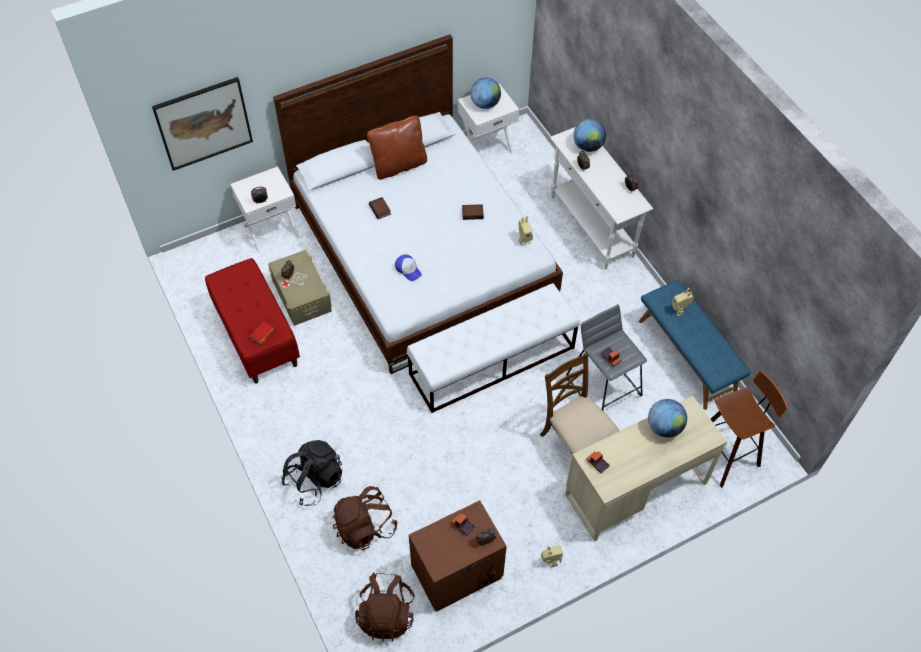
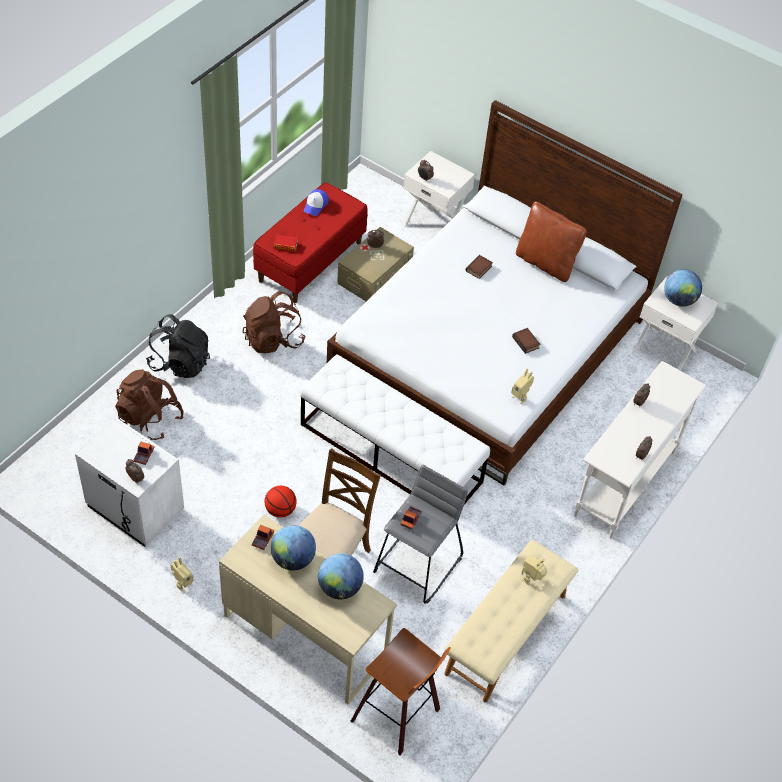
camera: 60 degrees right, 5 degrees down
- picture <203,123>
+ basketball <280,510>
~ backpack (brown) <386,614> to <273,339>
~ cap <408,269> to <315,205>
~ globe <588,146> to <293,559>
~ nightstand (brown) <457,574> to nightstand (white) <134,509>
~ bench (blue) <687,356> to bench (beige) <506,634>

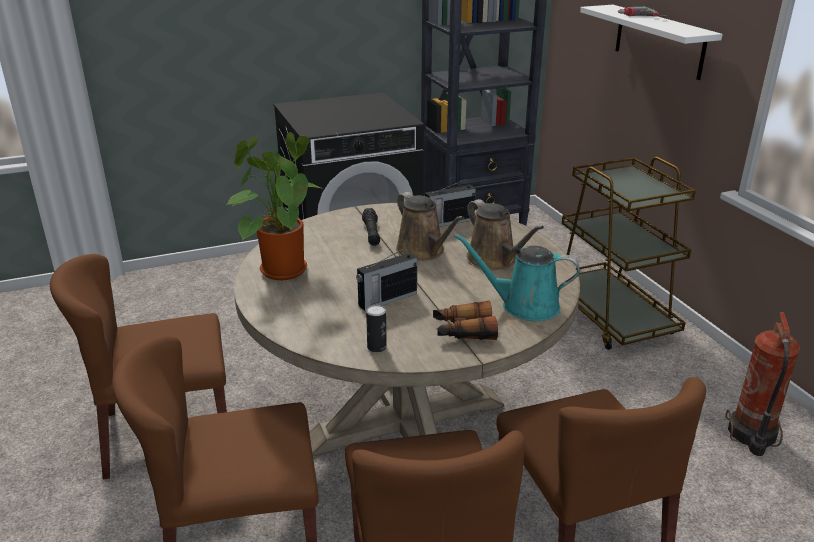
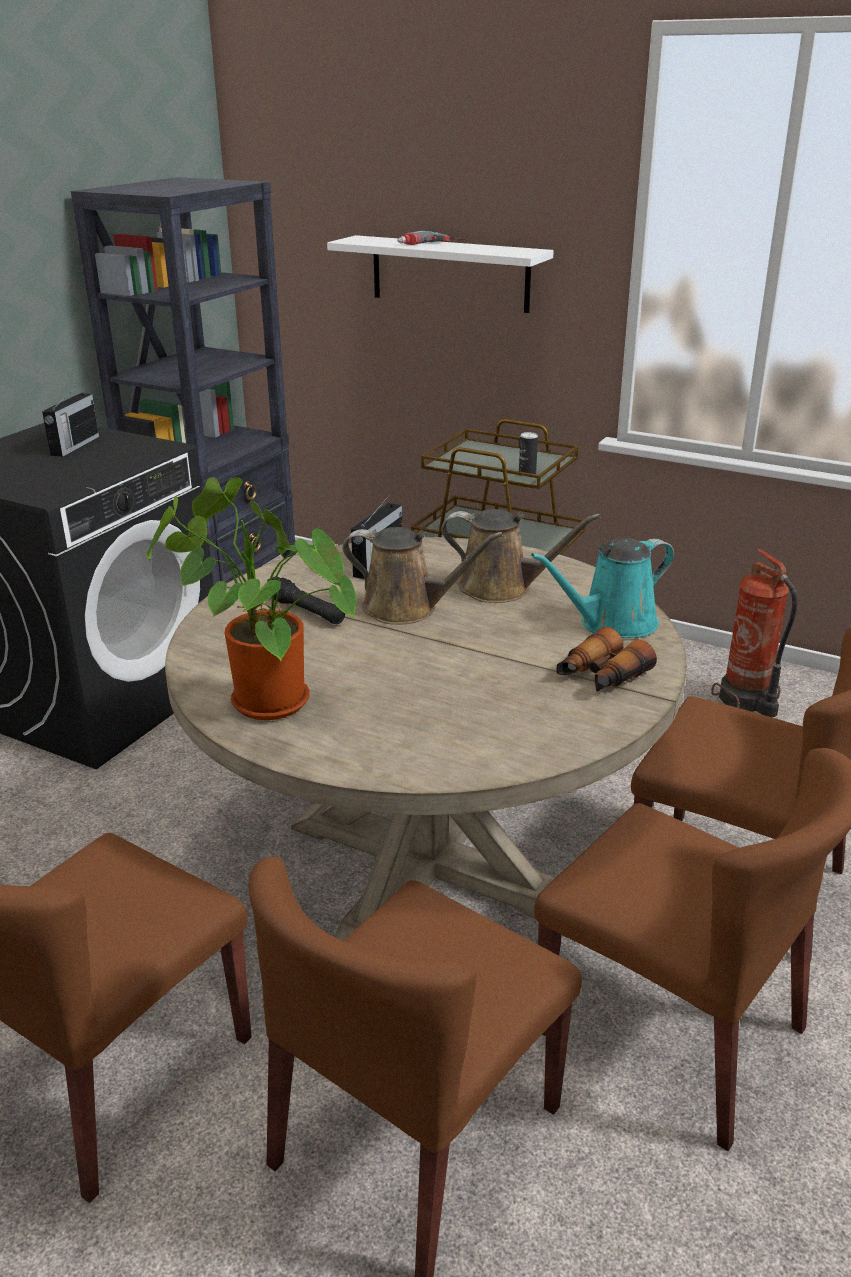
camera: 40 degrees left, 0 degrees up
~ radio <386,299> to <74,446>
~ can <376,347> to <527,473>

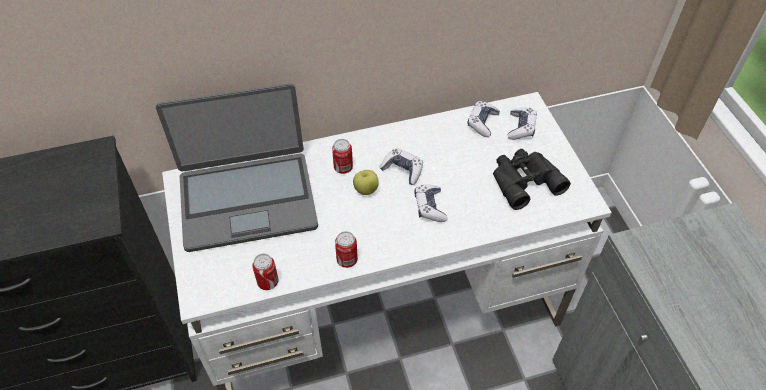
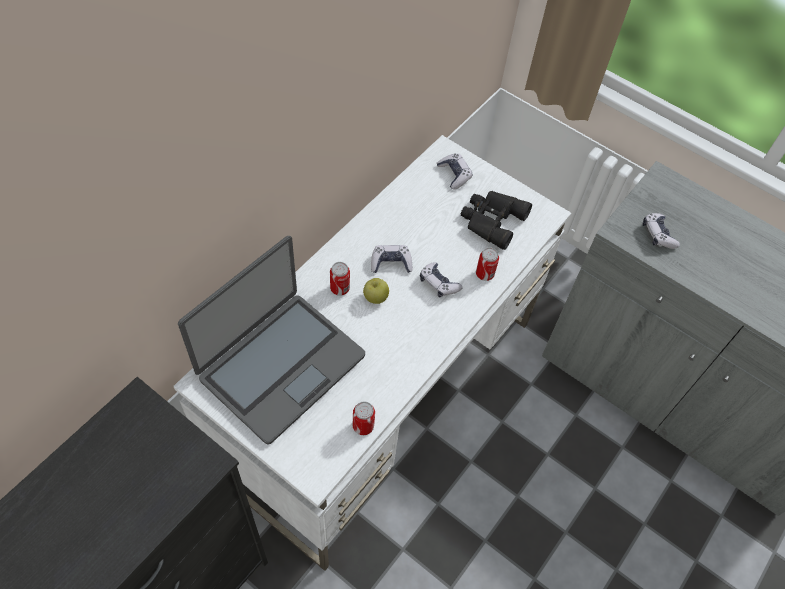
camera: 40 degrees left, 5 degrees up
~ can <347,260> to <484,274>
~ game controller <482,123> to <658,234>

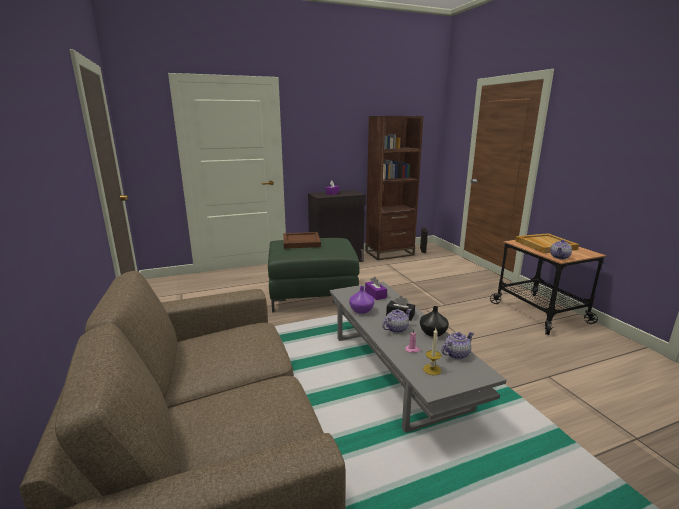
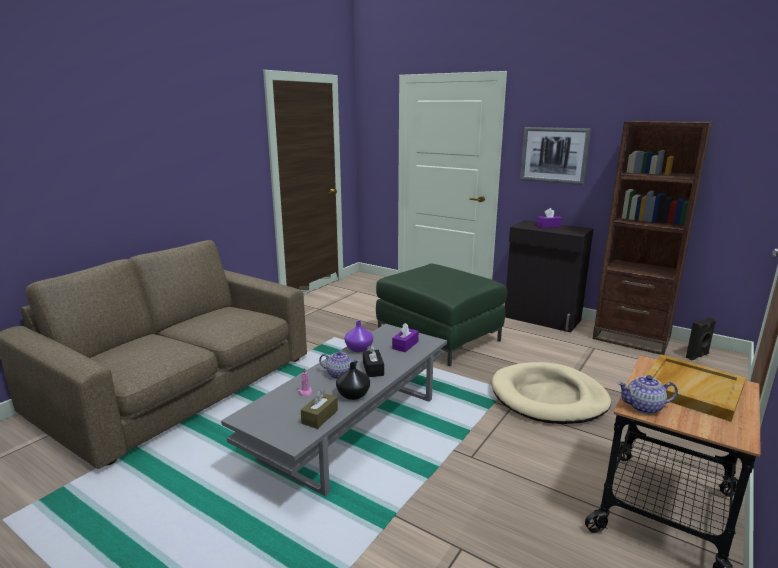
camera: 55 degrees right, 0 degrees up
- tray (brown) <301,242>
- candle <432,369>
+ dog bed (beige) <548,397>
+ picture <554,155>
~ teapot <456,354> to tissue box (brown) <320,417>

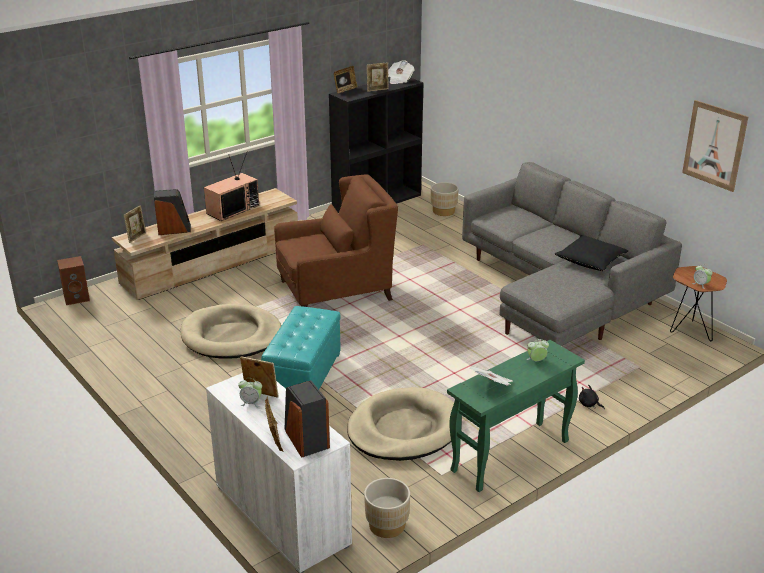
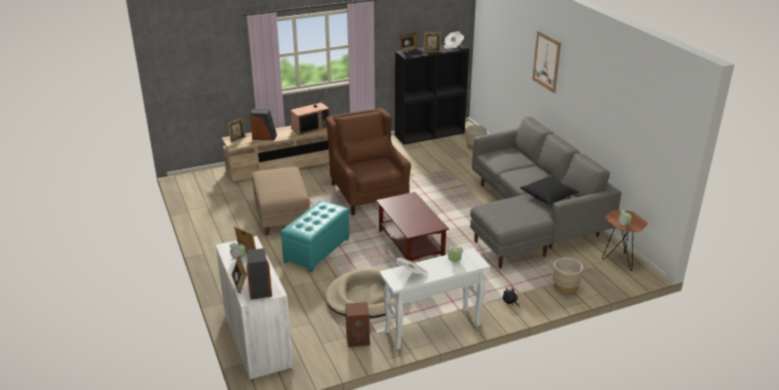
camera: 15 degrees right, 0 degrees up
+ coffee table (brown) <411,245>
~ speaker (brown) <77,297> to <358,339>
~ planter (beige) <387,525> to <565,287>
~ picture <714,145> to <546,61>
~ dog bed (beige) <231,336> to ottoman (beige) <282,216>
~ console table (green) <510,457> to console table (white) <432,329>
~ armchair (brown) <335,291> = <368,194> 105 degrees counterclockwise

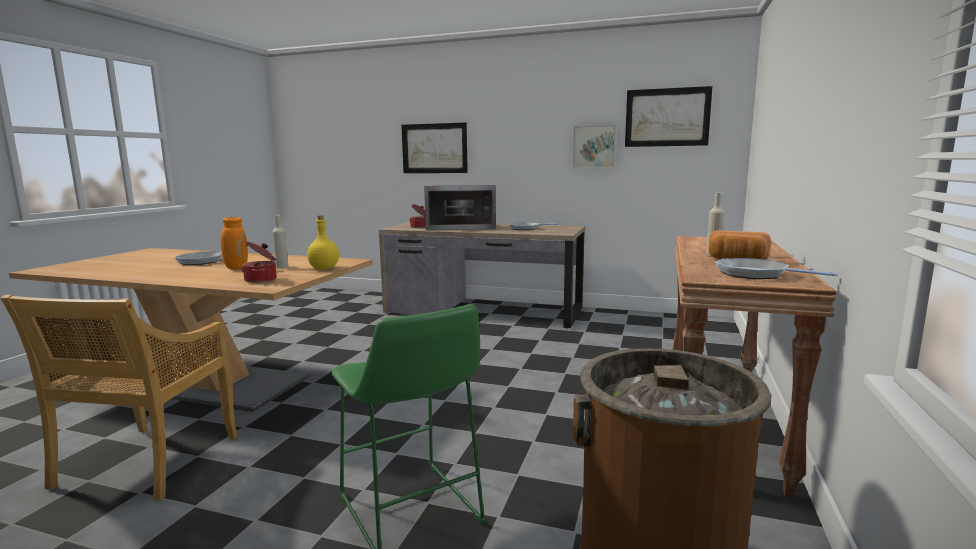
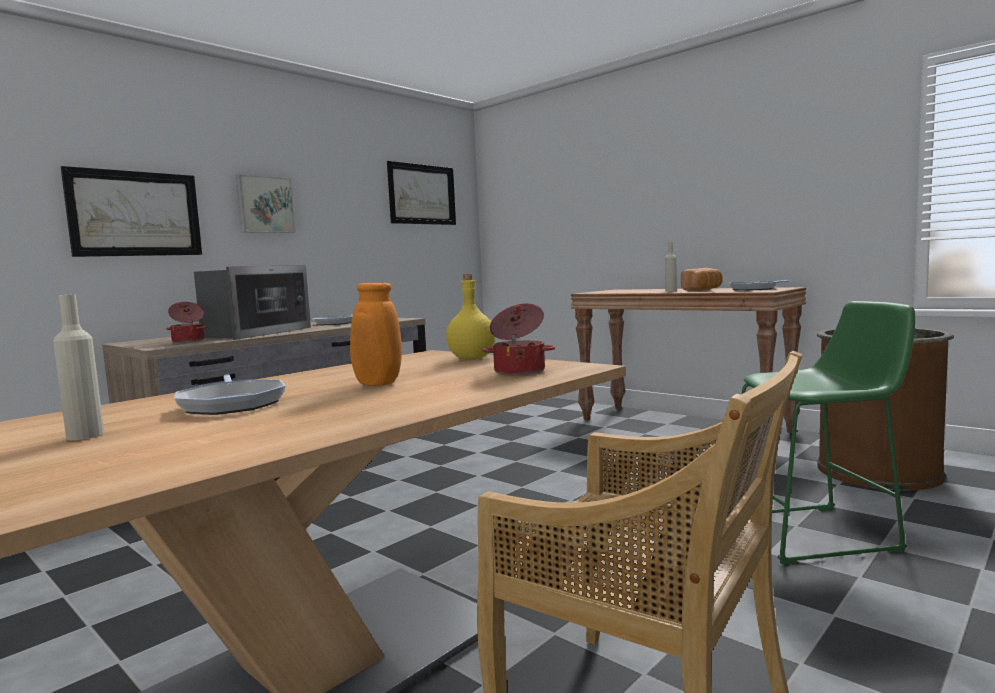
camera: 65 degrees left, 5 degrees down
~ bottle (beige) <282,267> to <85,435>
~ picture <594,146> to <265,205>

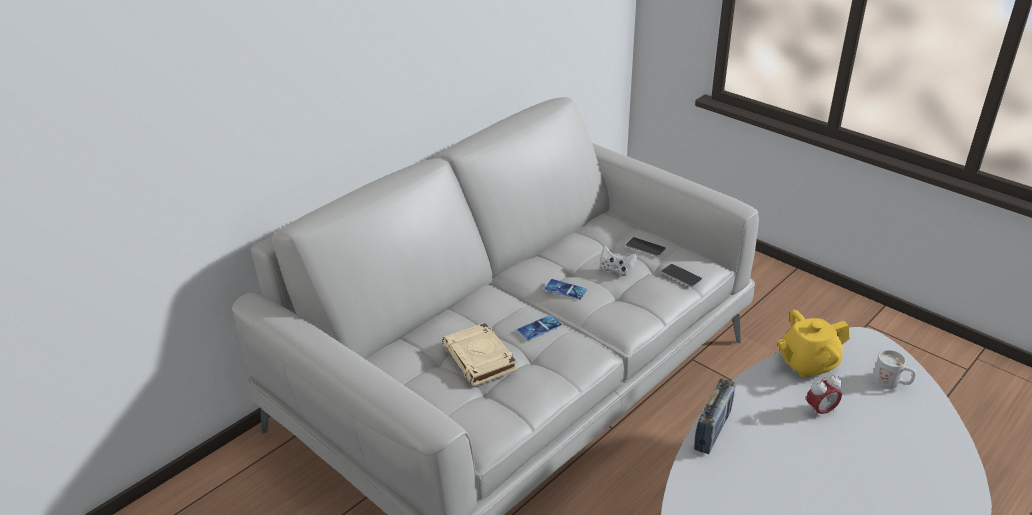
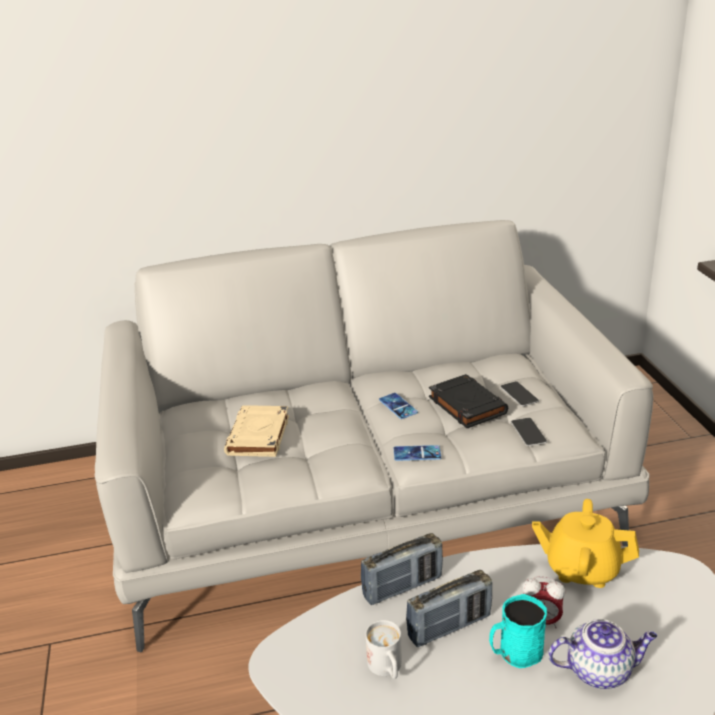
camera: 35 degrees right, 5 degrees down
+ radio <449,627>
+ mug (turquoise) <515,653>
+ teapot <600,670>
~ phone <539,328> to <417,453>
~ mug (white) <891,383> to <387,668>
~ game controller (white) <616,270> to book (black) <466,405>

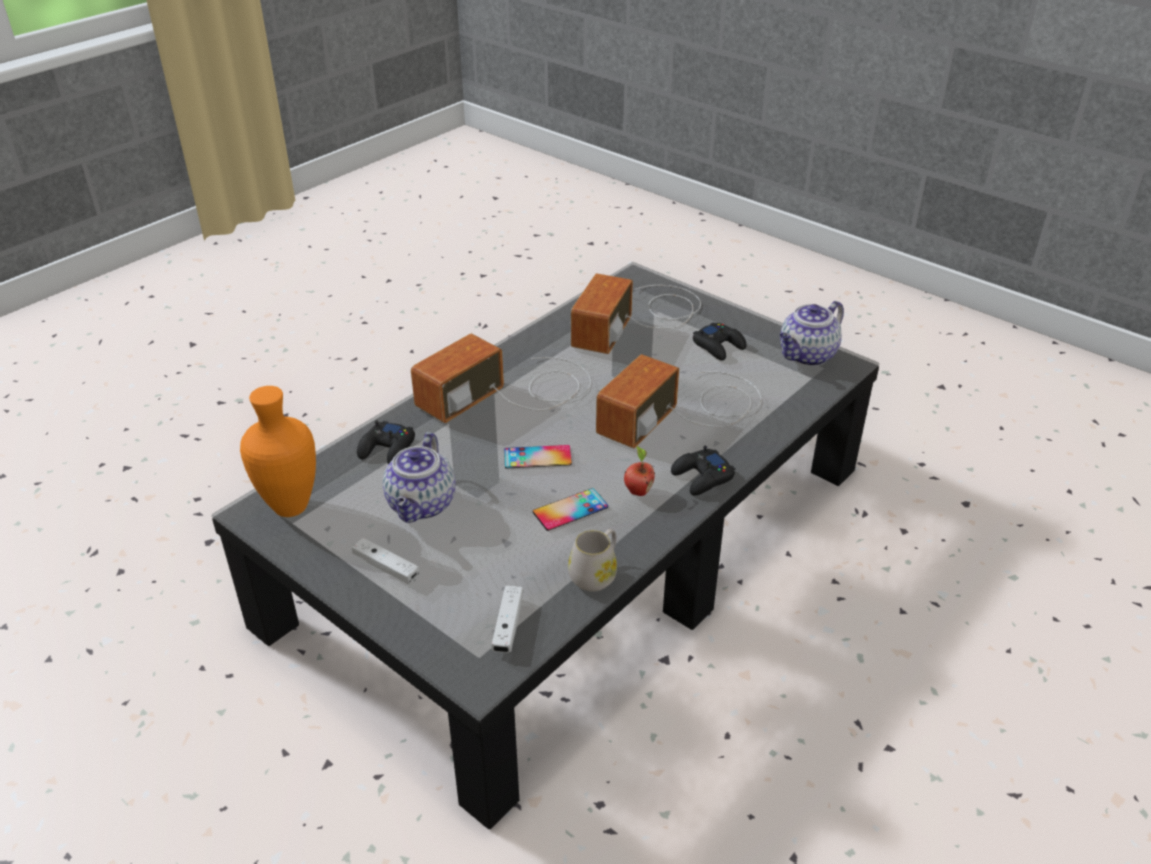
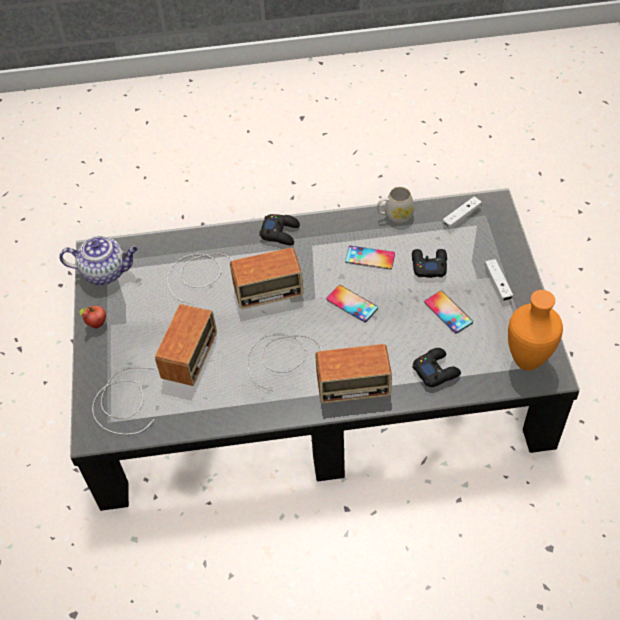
camera: 135 degrees left, 15 degrees up
~ apple <637,491> to <96,324>
~ game controller (black) <719,346> to <428,265>
~ teapot <422,506> to phone <448,312>
~ radio <640,318> = <152,380> 45 degrees counterclockwise

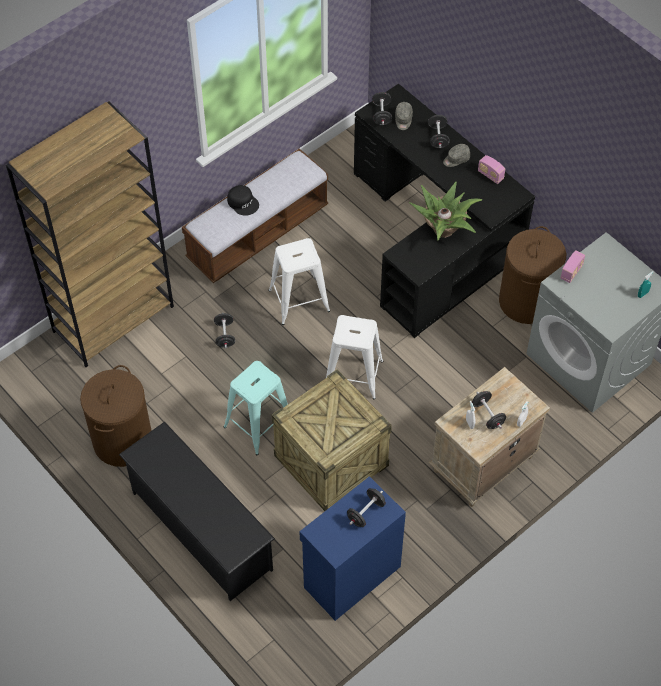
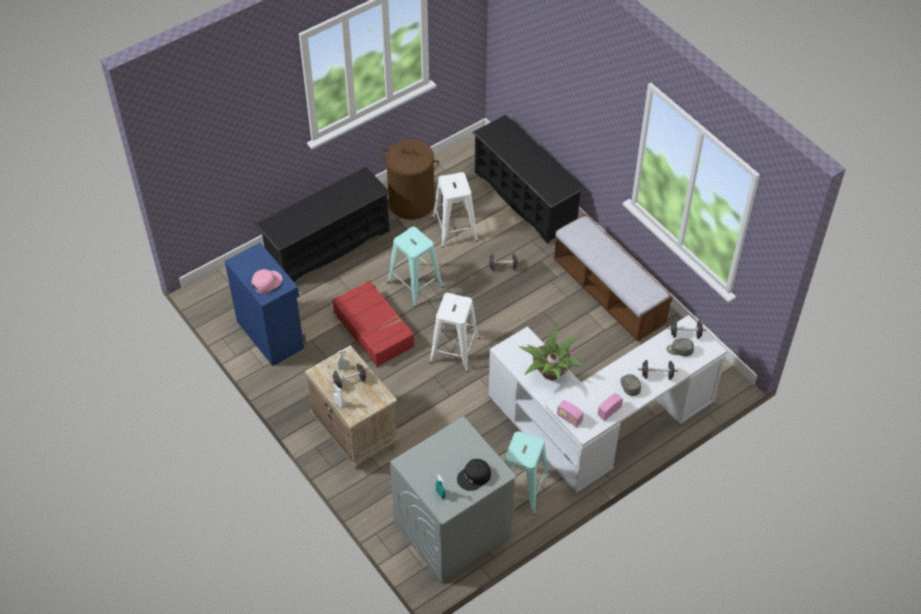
camera: 95 degrees right, 5 degrees down
~ cap (black) <243,202> to <474,477>
~ stool (white) <299,300> to <455,228>
~ radio <571,272> to <569,418>
~ bookcase (brown) <113,318> to shoe rack (black) <525,198>
~ crate <331,461> to suitcase (red) <374,329>
~ dumbbell (black) <366,512> to cap (pink) <266,282>
~ laundry basket (brown) <527,301> to stool (turquoise) <522,488>
~ desk (black) <435,238> to desk (white) <599,424>

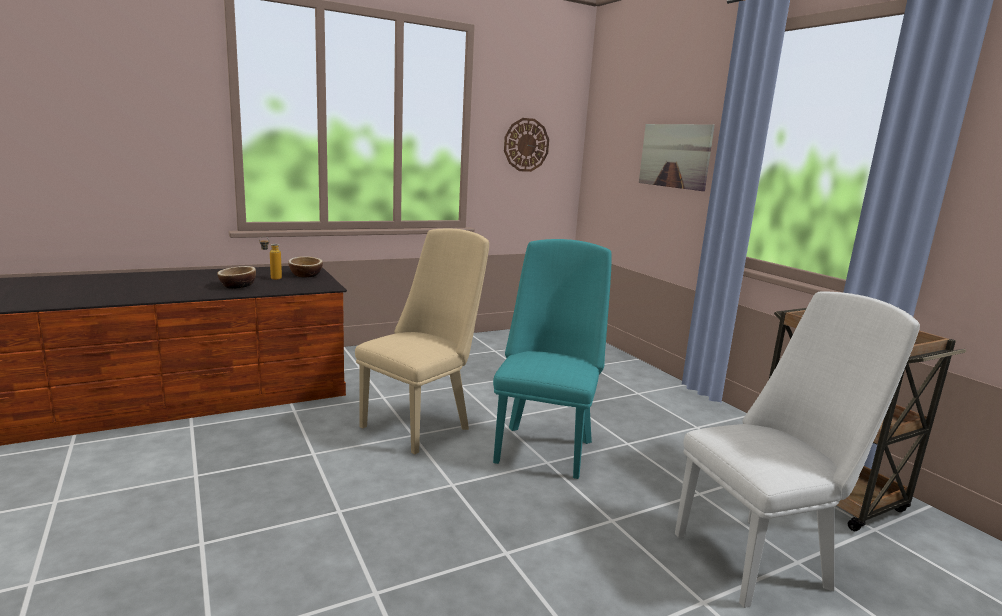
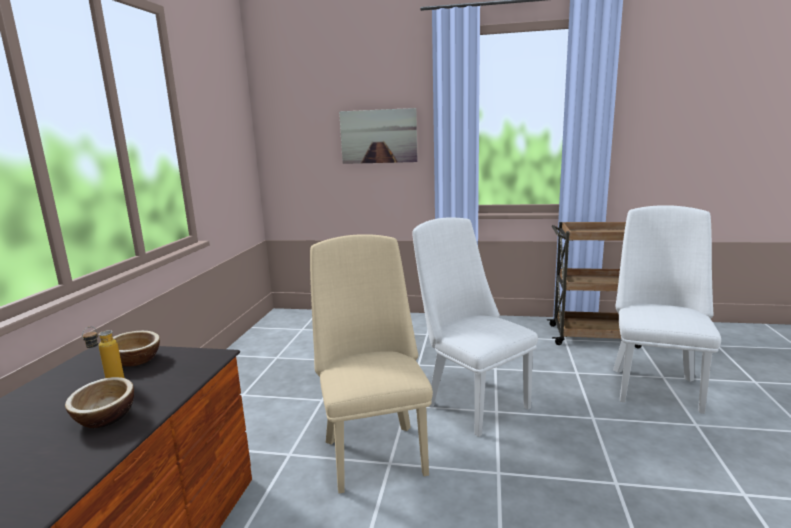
camera: 50 degrees left, 0 degrees up
- wall clock <526,145>
~ chair (turquoise) <544,446> to chair (white) <471,402>

